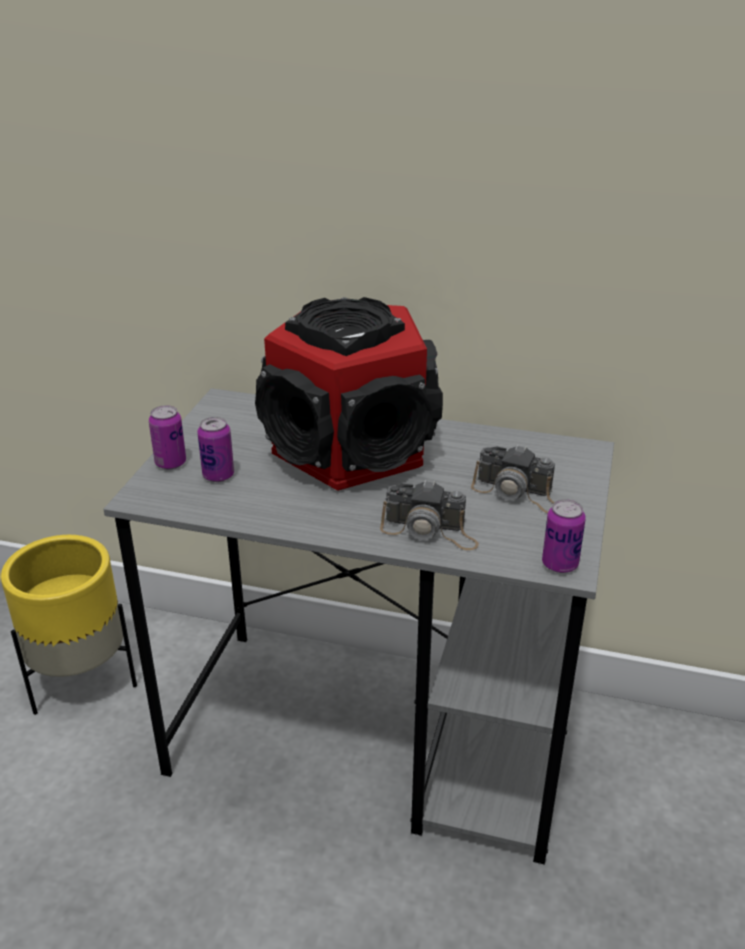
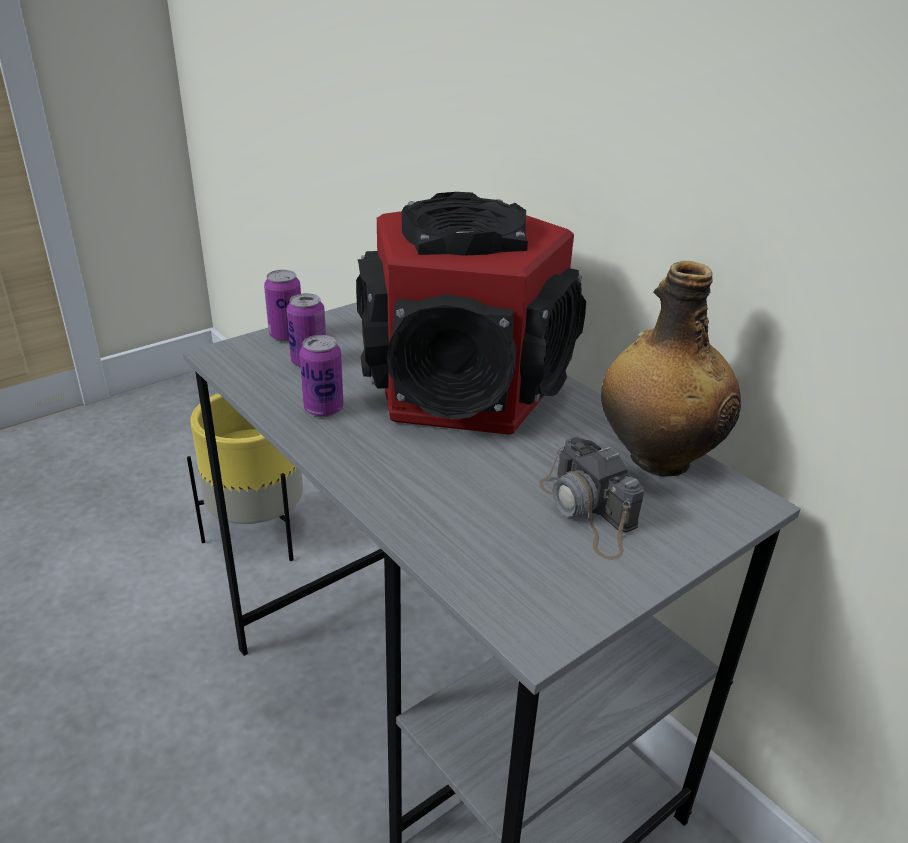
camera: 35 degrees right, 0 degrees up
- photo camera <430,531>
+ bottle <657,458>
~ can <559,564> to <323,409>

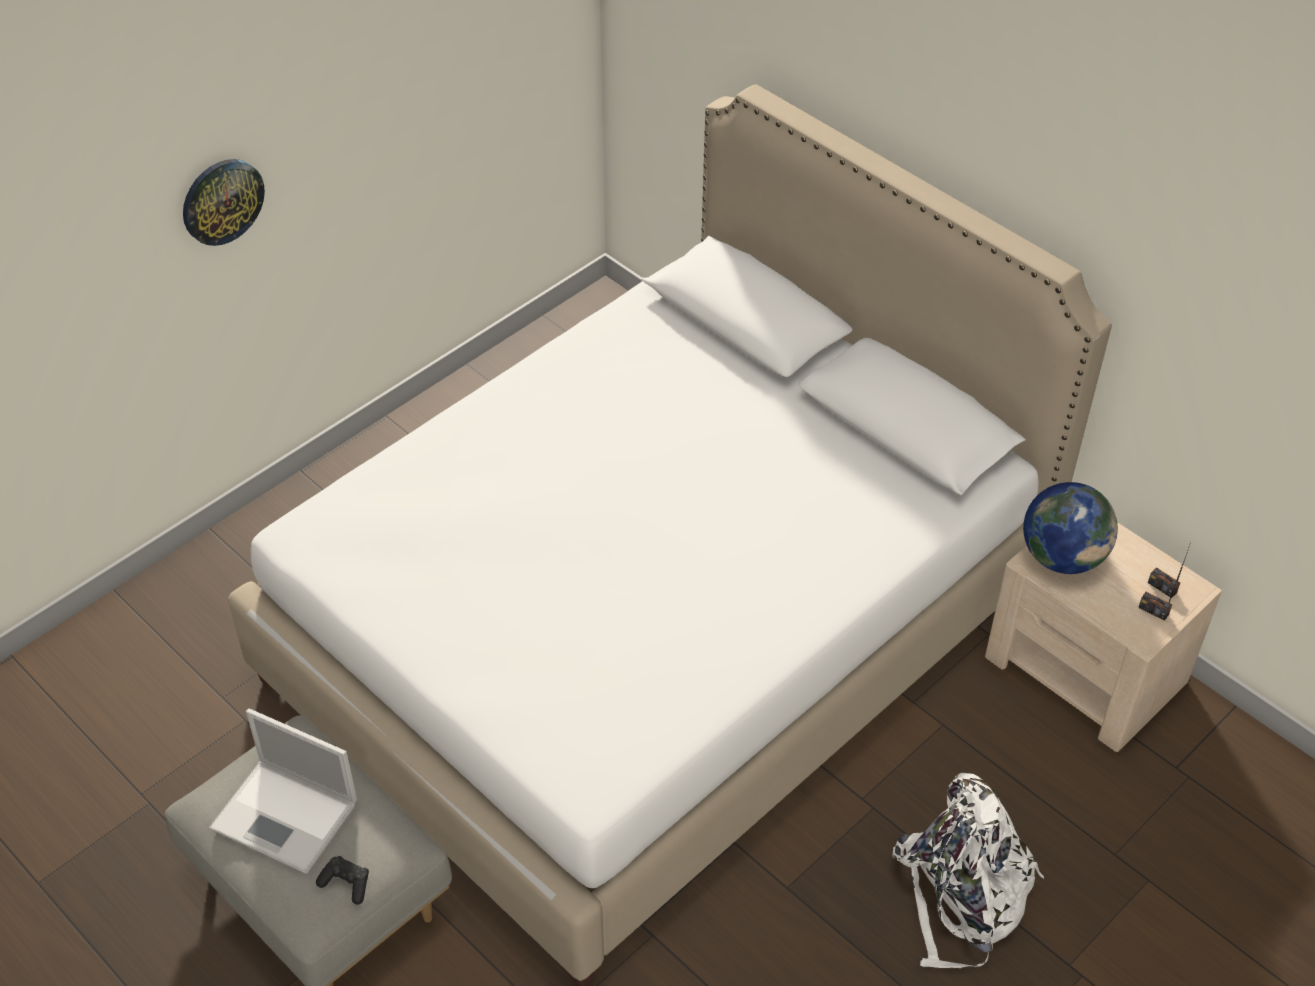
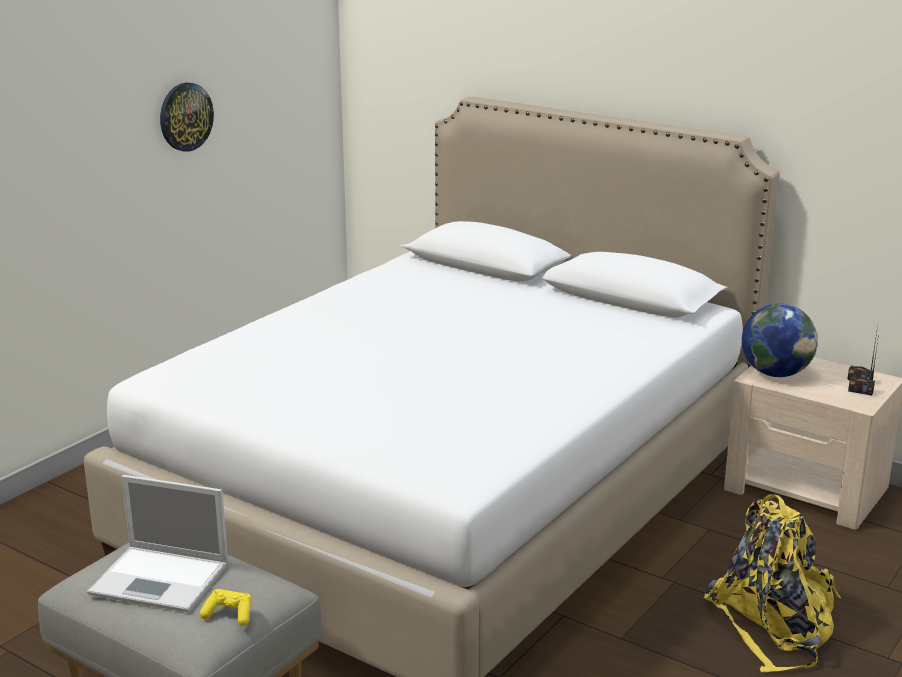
camera: 10 degrees left, 25 degrees down
~ wall clock <222,201> to <185,116>
~ game controller (black) <346,884> to game controller (yellow) <229,615>
~ backpack (white) <962,894> to backpack (yellow) <774,625>

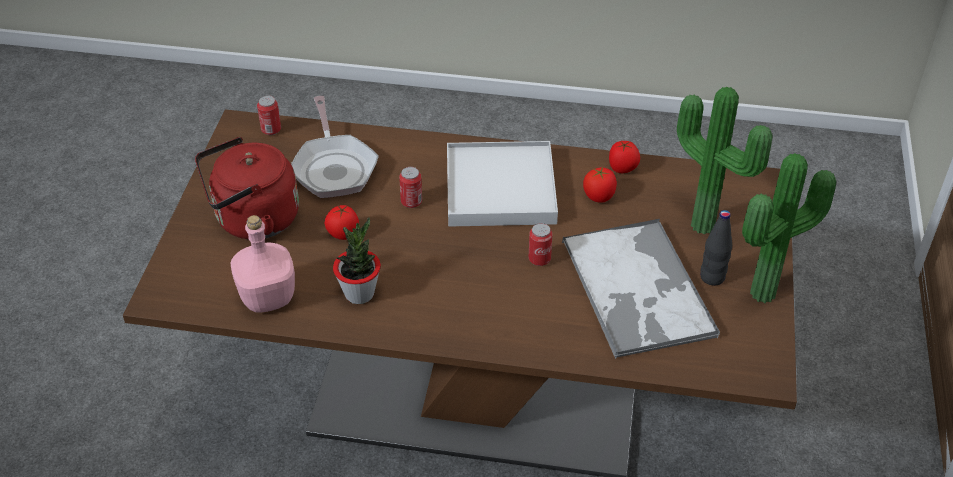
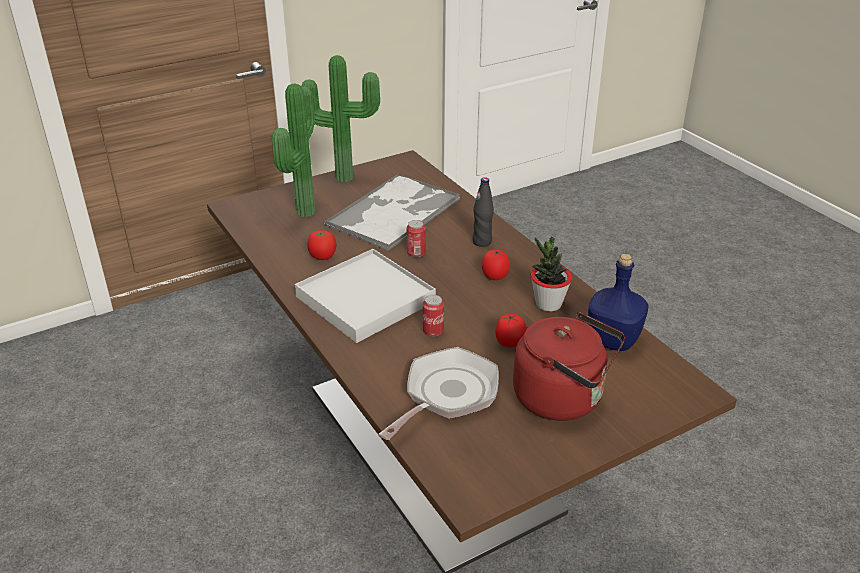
camera: 130 degrees left, 10 degrees down
- can <271,130>
~ tomato <622,169> to <495,276>
~ bottle (black) <712,277> to <482,242>
~ bottle (pink) <269,297> to bottle (blue) <612,340>

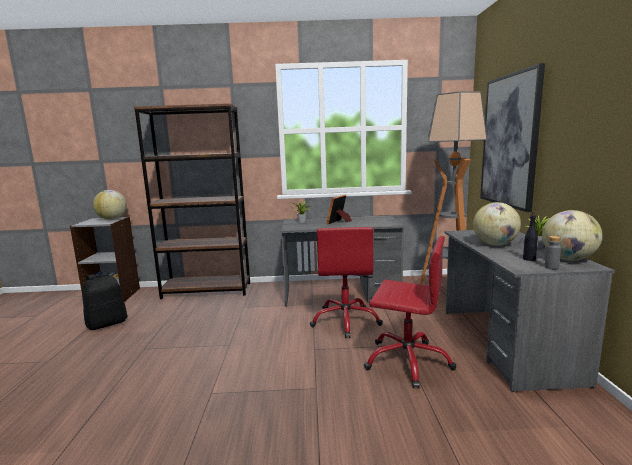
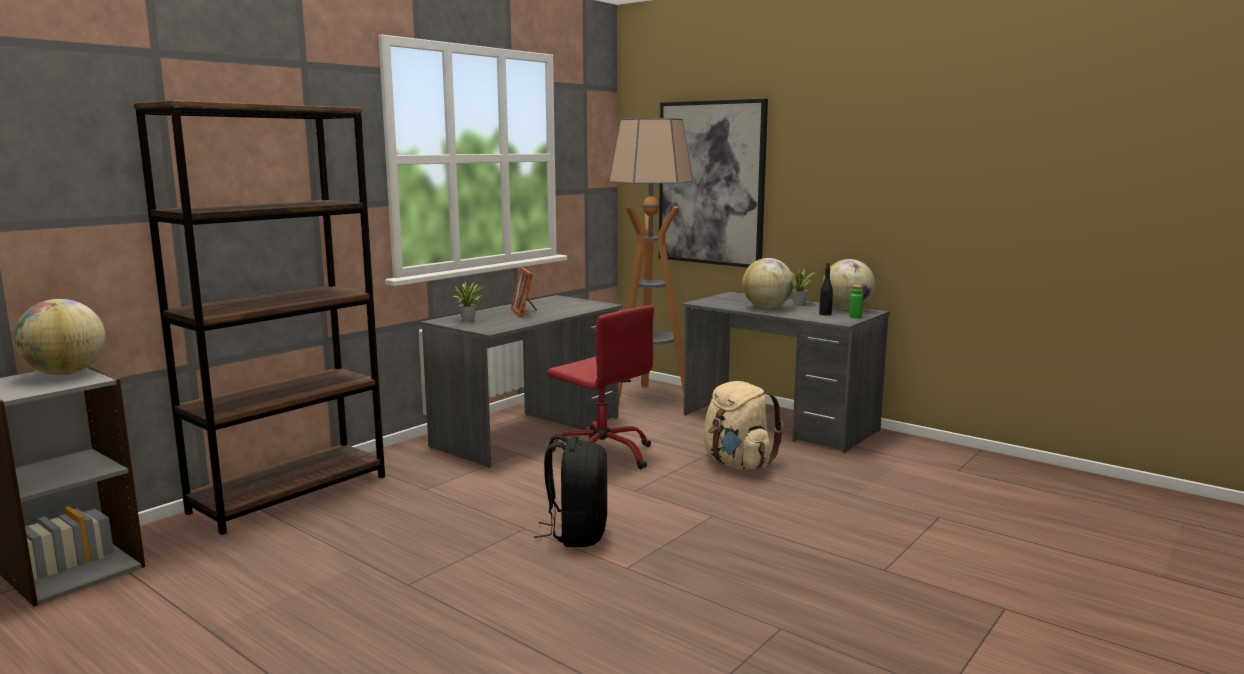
camera: 50 degrees left, 0 degrees up
~ backpack (black) <107,323> to <576,534>
~ office chair (red) <407,361> to backpack (beige) <737,464>
~ bottle (grey) <551,267> to bottle (green) <855,317>

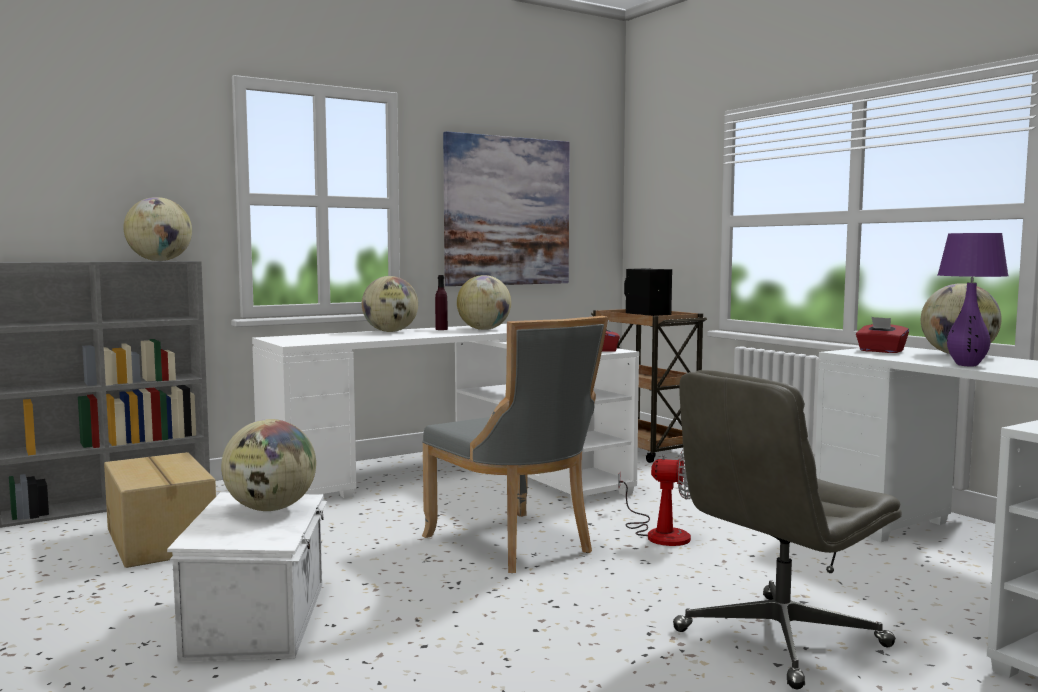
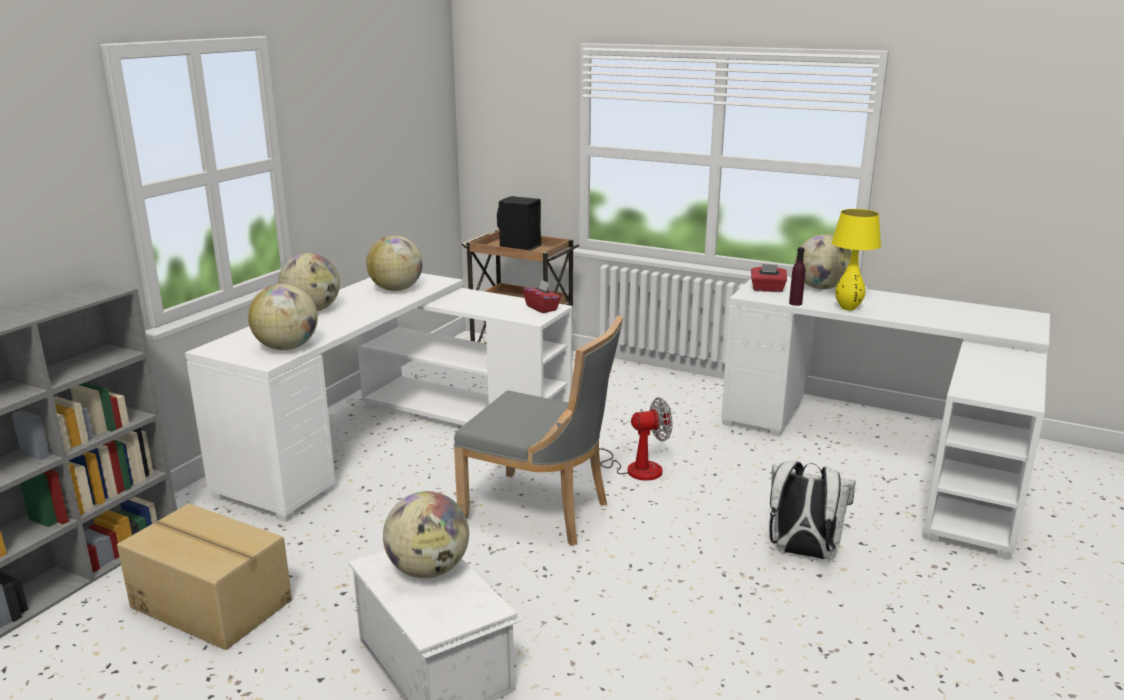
camera: 30 degrees left, 15 degrees up
- picture <507,211>
~ globe <160,261> to <287,347>
~ bottle (purple) <441,329> to <795,303>
~ office chair (grey) <779,639> to backpack (white) <802,552>
~ table lamp (purple) <966,365> to table lamp (yellow) <848,308>

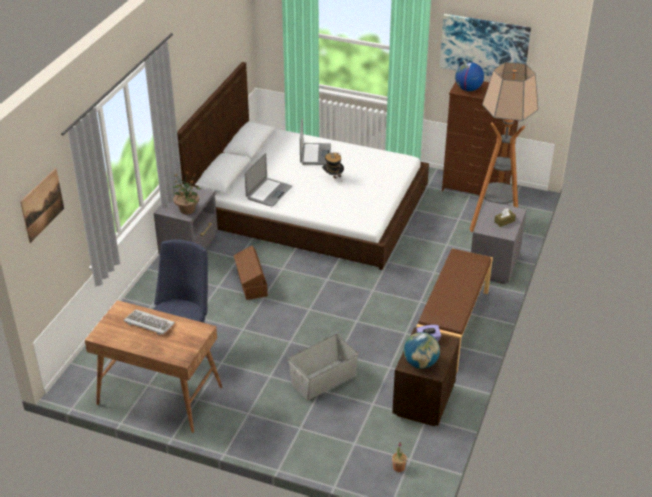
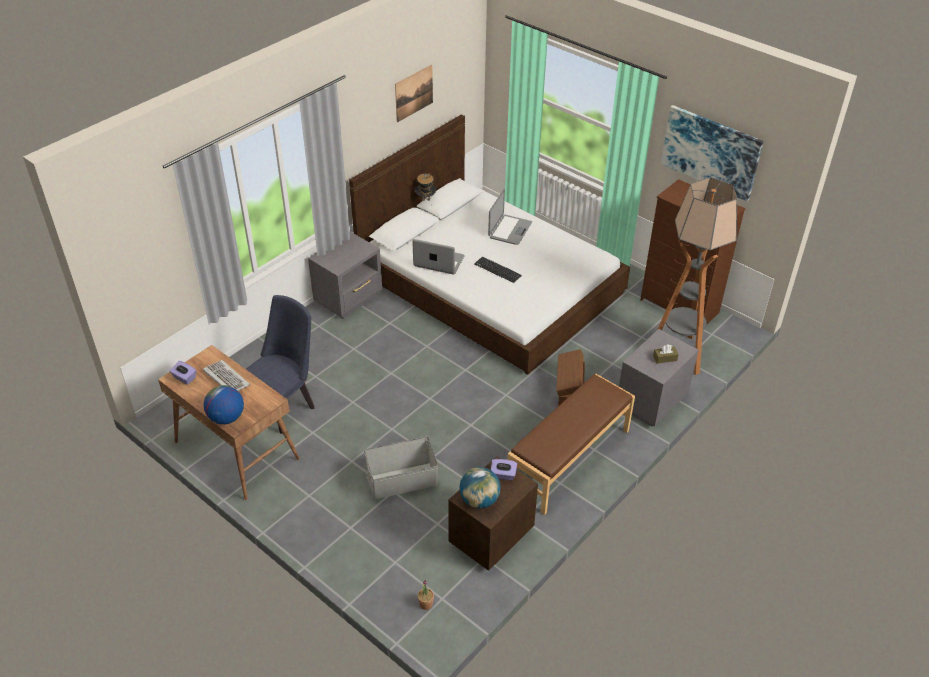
camera: 20 degrees right, 5 degrees up
- potted plant <187,209>
+ tissue box (purple) <184,378>
+ keyboard <497,270>
~ picture <42,205> to <414,93>
~ storage box (brown) <251,284> to <570,390>
~ hat <333,178> to <425,200>
~ globe <468,89> to <226,418>
~ laptop <268,193> = <438,262> 120 degrees counterclockwise

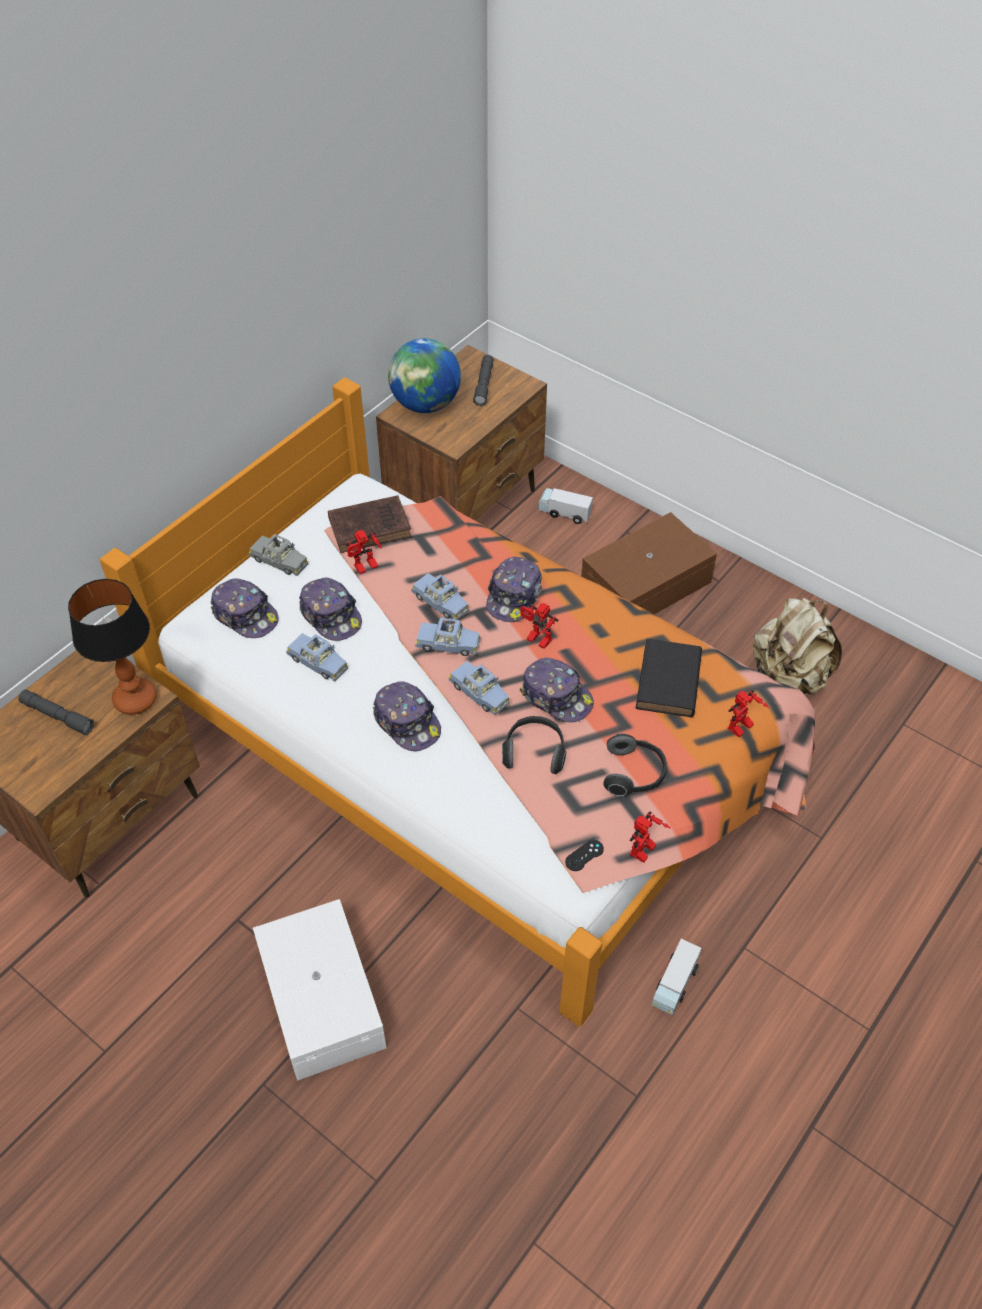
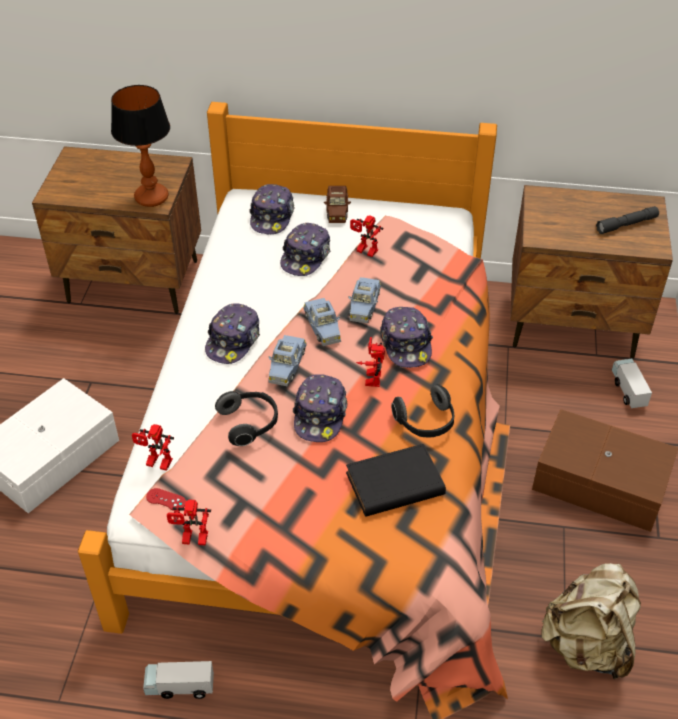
camera: 60 degrees right, 5 degrees down
- flashlight (grey) <57,716>
- toy car (blue) <318,662>
- book (brown) <372,527>
- globe <425,404>
~ headphones <634,774> to <425,423>
~ toy robot <741,729> to <156,464>
~ toy car (grey) <279,561> to toy car (brown) <337,209>
~ game controller (black) <584,855> to game controller (red) <166,499>
~ cap <514,596> = <406,344> 90 degrees counterclockwise

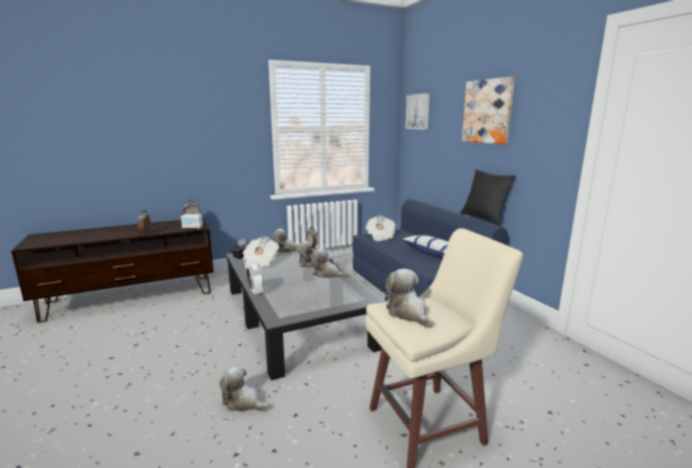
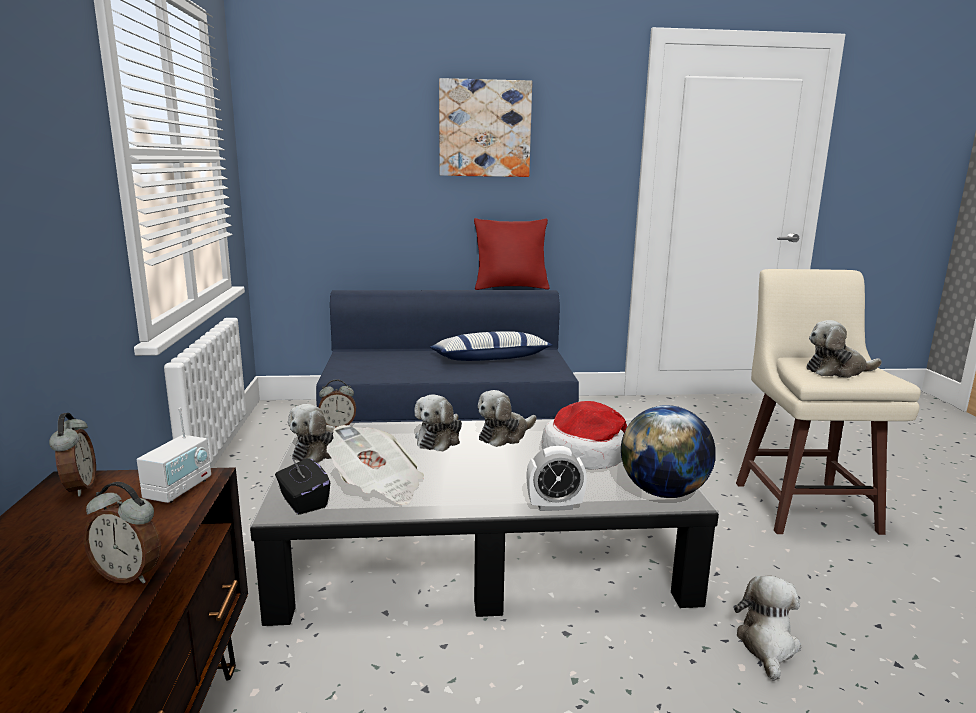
camera: 70 degrees left, 0 degrees up
- newspaper <380,236>
- picture <418,111>
+ hat <586,454>
+ globe <663,492>
~ pillow (black) <483,218> to pillow (red) <511,288>
~ plush toy <243,402> = <767,645> 150 degrees clockwise

